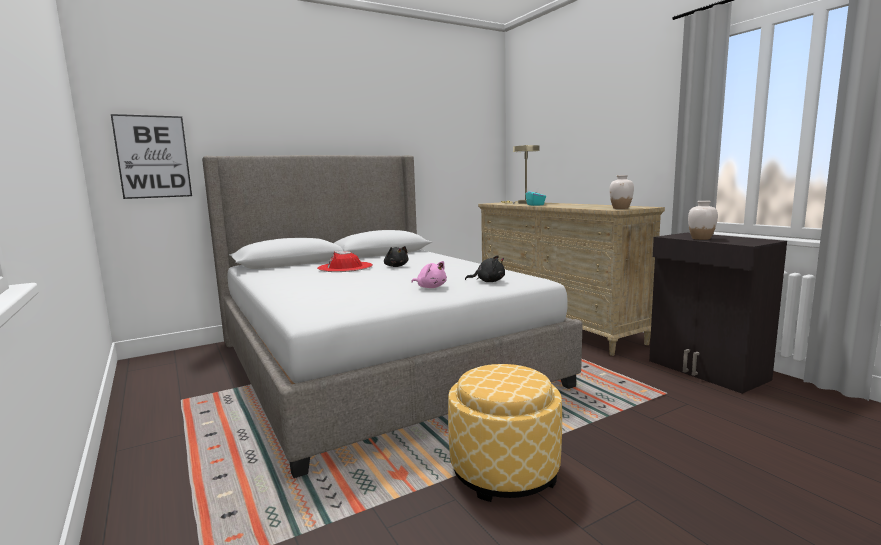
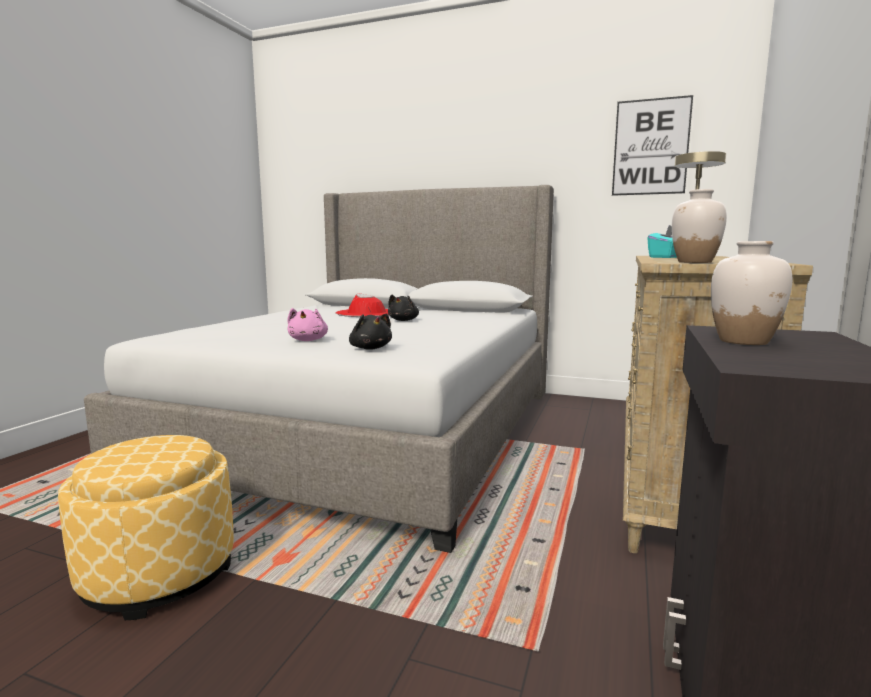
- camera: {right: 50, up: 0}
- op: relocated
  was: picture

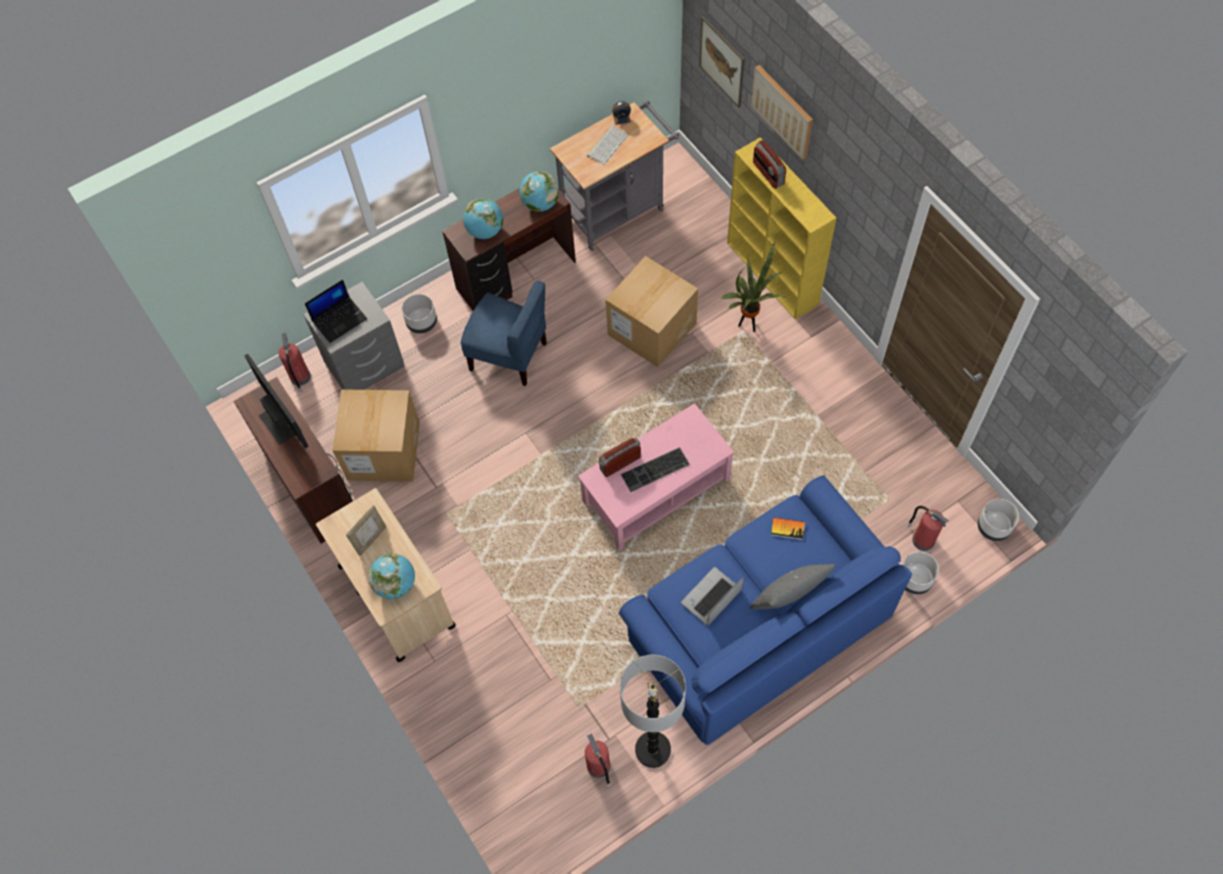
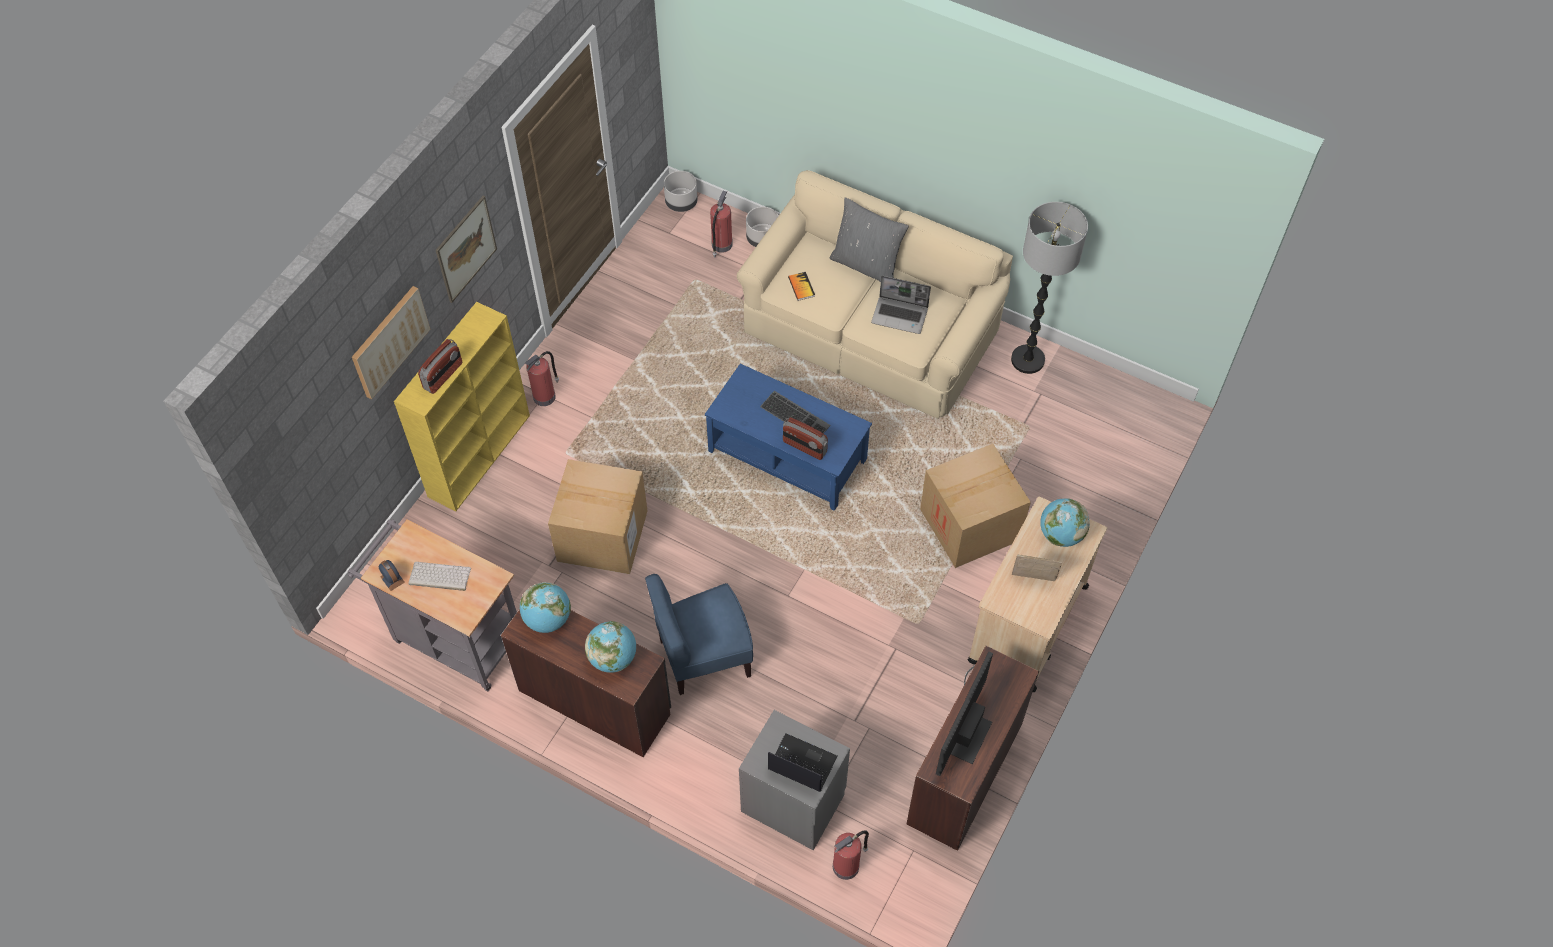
- camera: {right: -120, up: -5}
- op: relocated
  was: picture (no. 1 from left in the first image)
  now: picture (no. 2 from left)
- op: relocated
  was: fire extinguisher (no. 2 from left in the first image)
  now: fire extinguisher (no. 1 from left)
- op: spun
  was: chair in blue
  clockwise: -105
- op: colour
  was: coffee table in pink
  now: coffee table in blue
- op: colour
  was: sofa in blue
  now: sofa in beige
- op: relocated
  was: cardboard box (no. 1 from left in the first image)
  now: cardboard box (no. 2 from left)
- op: missing
  was: planter in grey (no. 1 from left)
- op: missing
  was: potted plant

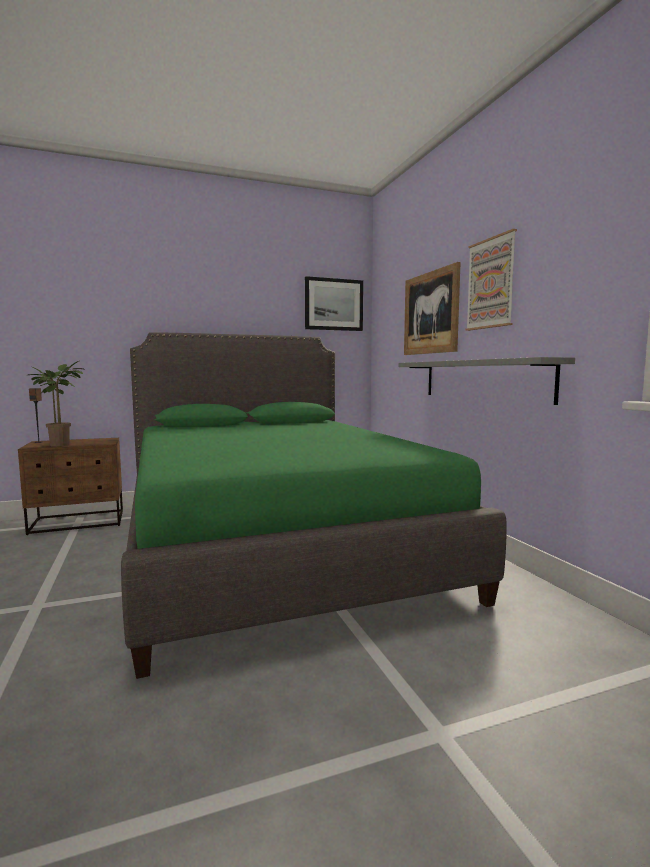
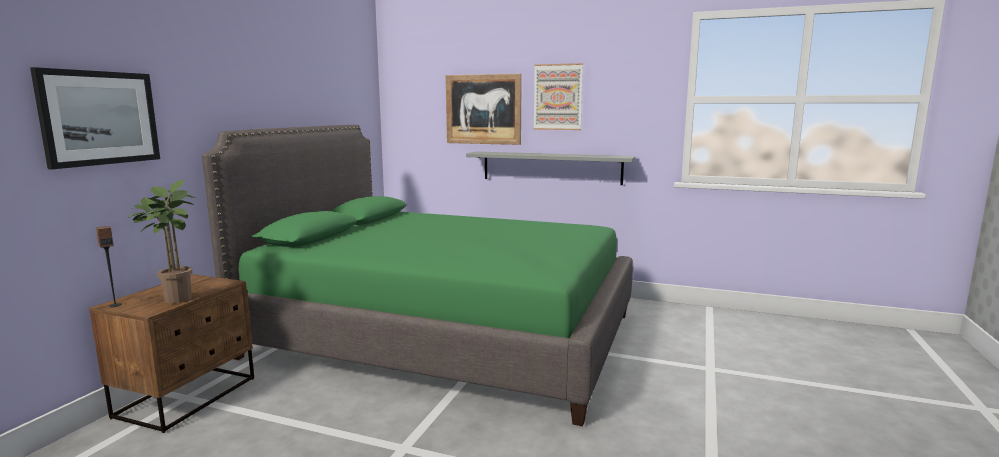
- camera: {right: -50, up: 5}
- op: relocated
  was: picture (no. 1 from left)

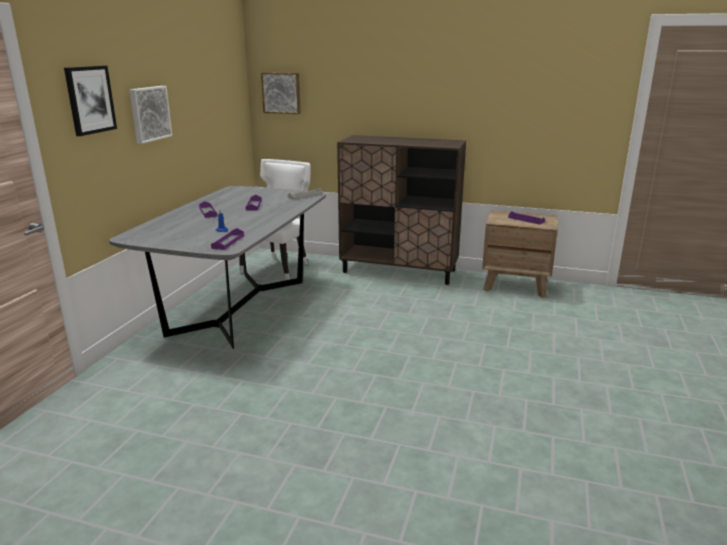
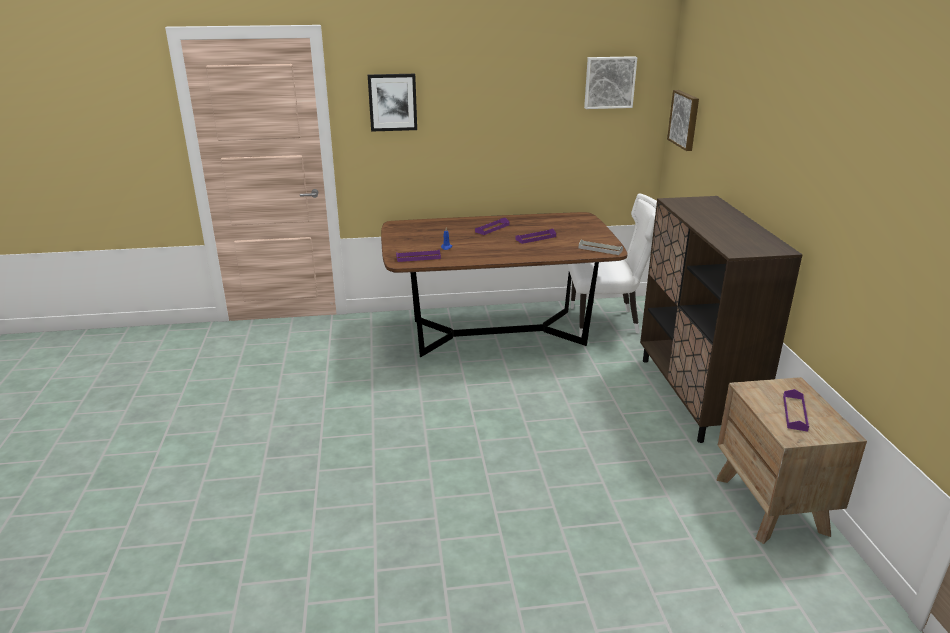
- camera: {right: 65, up: 5}
- op: colour
  was: dining table in grey
  now: dining table in brown
- op: relocated
  was: picture (no. 2 from left)

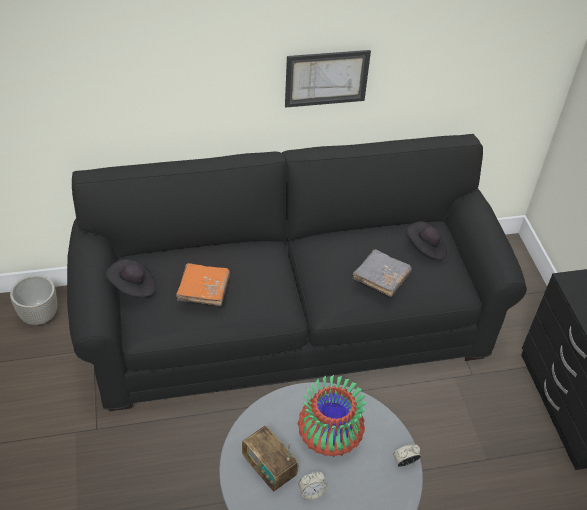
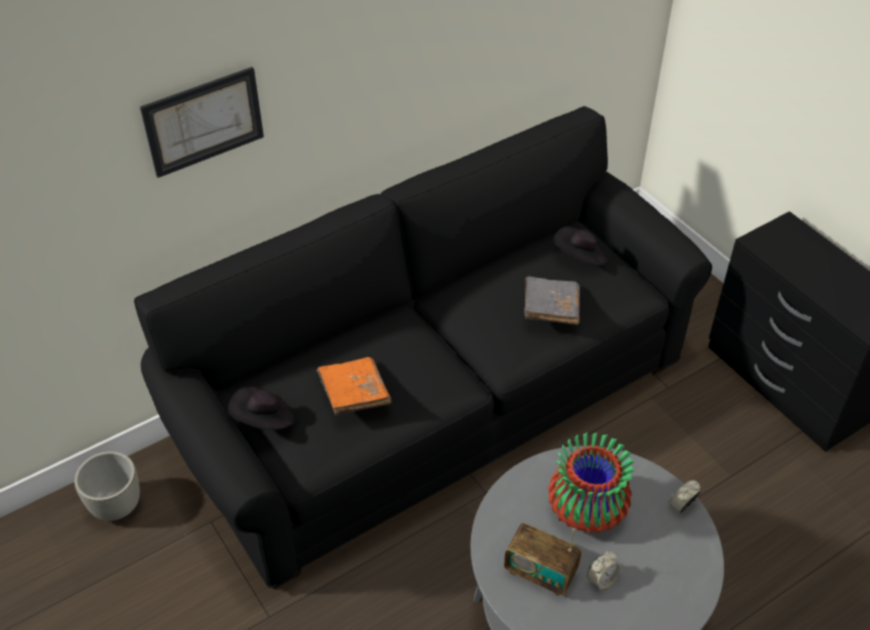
- camera: {right: -20, up: 0}
- op: relocated
  was: picture

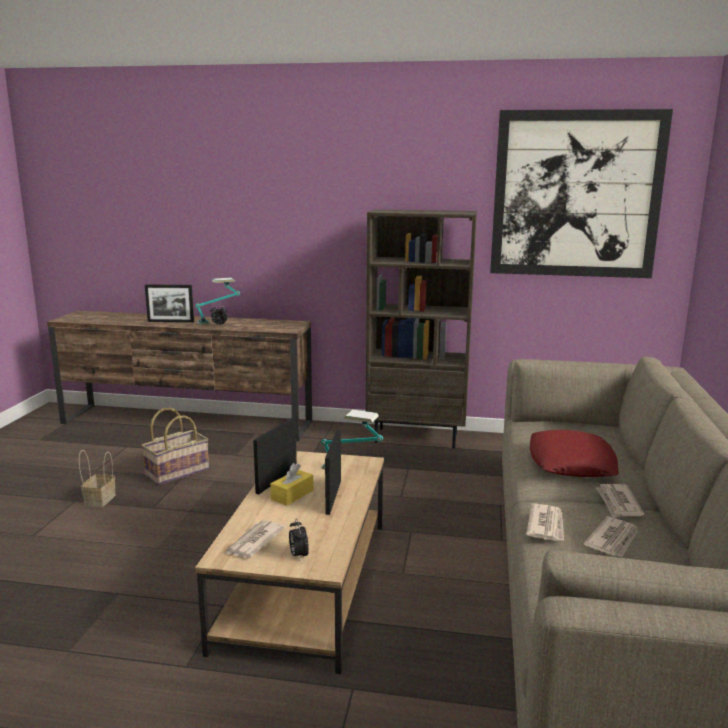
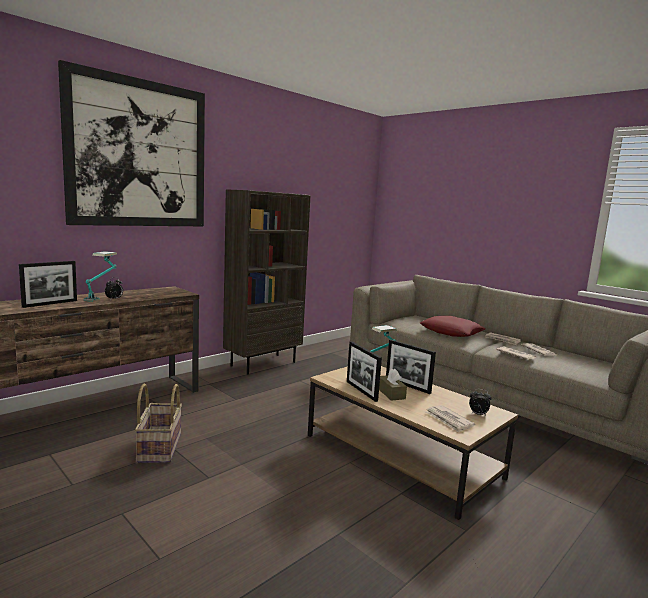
- camera: {right: -55, up: -5}
- op: relocated
  was: picture
- op: colour
  was: tissue box in yellow
  now: tissue box in brown
- op: missing
  was: basket (no. 1 from left)

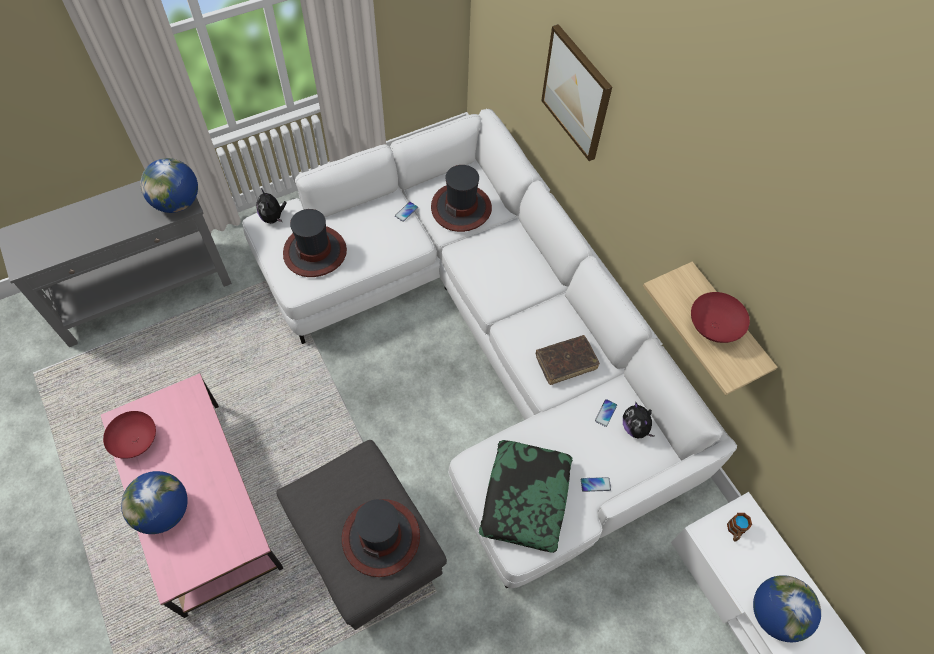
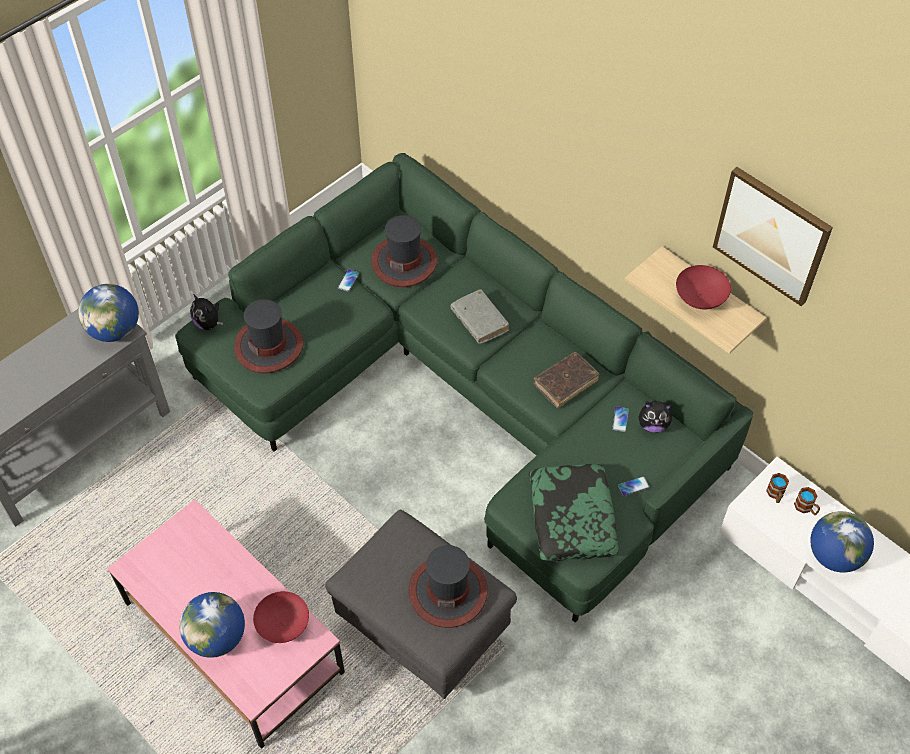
- camera: {right: -15, up: -5}
- op: colour
  was: sofa in white
  now: sofa in green
- op: relocated
  was: bowl in red (no. 1 from left)
- op: appeared
  now: book in grey
- op: spun
  was: plush toy (no. 2 from left)
  clockwise: -45
- op: relocated
  was: picture
- op: appeared
  now: mug (no. 2 from left)

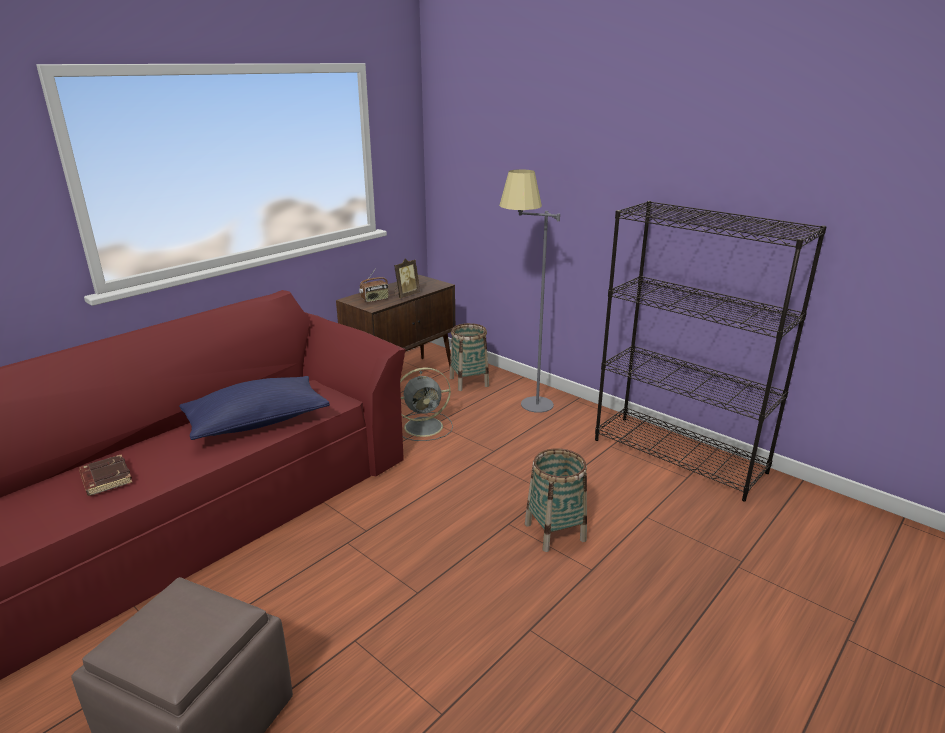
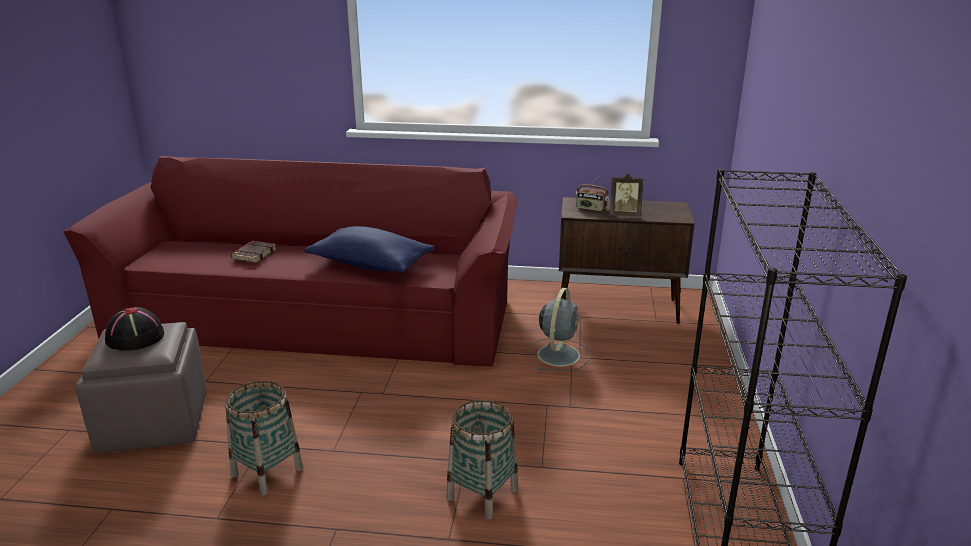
- camera: {right: 55, up: 0}
- op: appeared
  now: hat in black
- op: relocated
  was: basket (no. 1 from left)
- op: spun
  was: fan in grey
  clockwise: -105
- op: missing
  was: floor lamp in grey

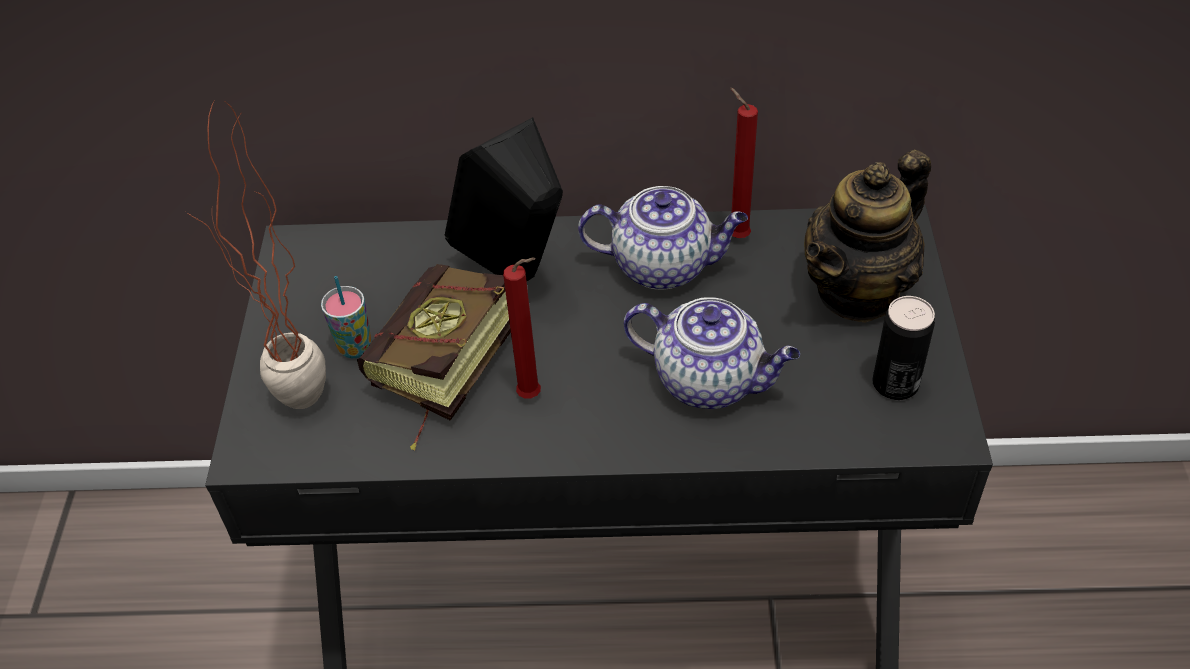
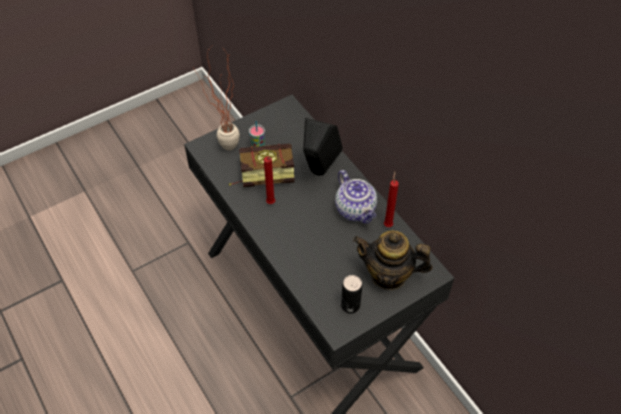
- camera: {right: 55, up: 5}
- op: missing
  was: teapot (no. 2 from left)

